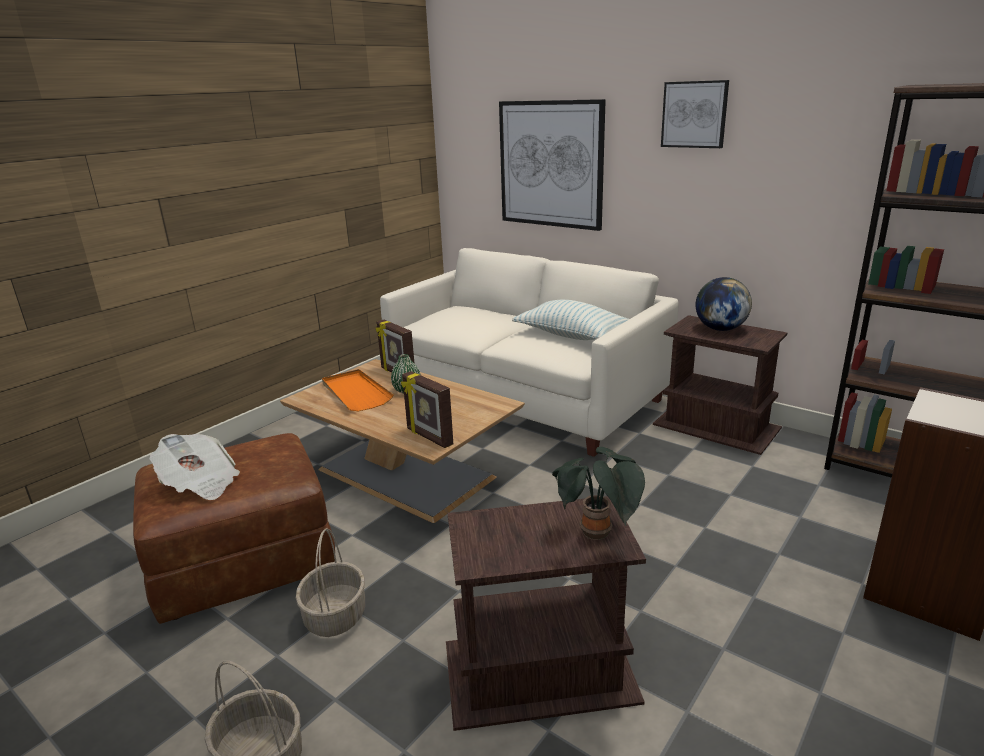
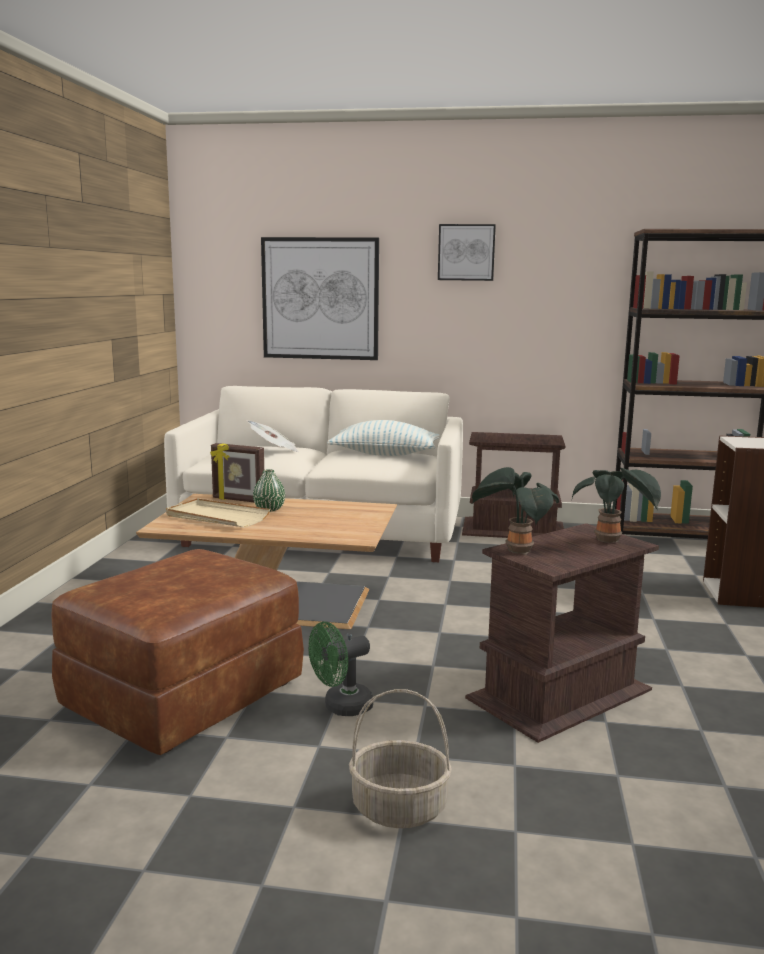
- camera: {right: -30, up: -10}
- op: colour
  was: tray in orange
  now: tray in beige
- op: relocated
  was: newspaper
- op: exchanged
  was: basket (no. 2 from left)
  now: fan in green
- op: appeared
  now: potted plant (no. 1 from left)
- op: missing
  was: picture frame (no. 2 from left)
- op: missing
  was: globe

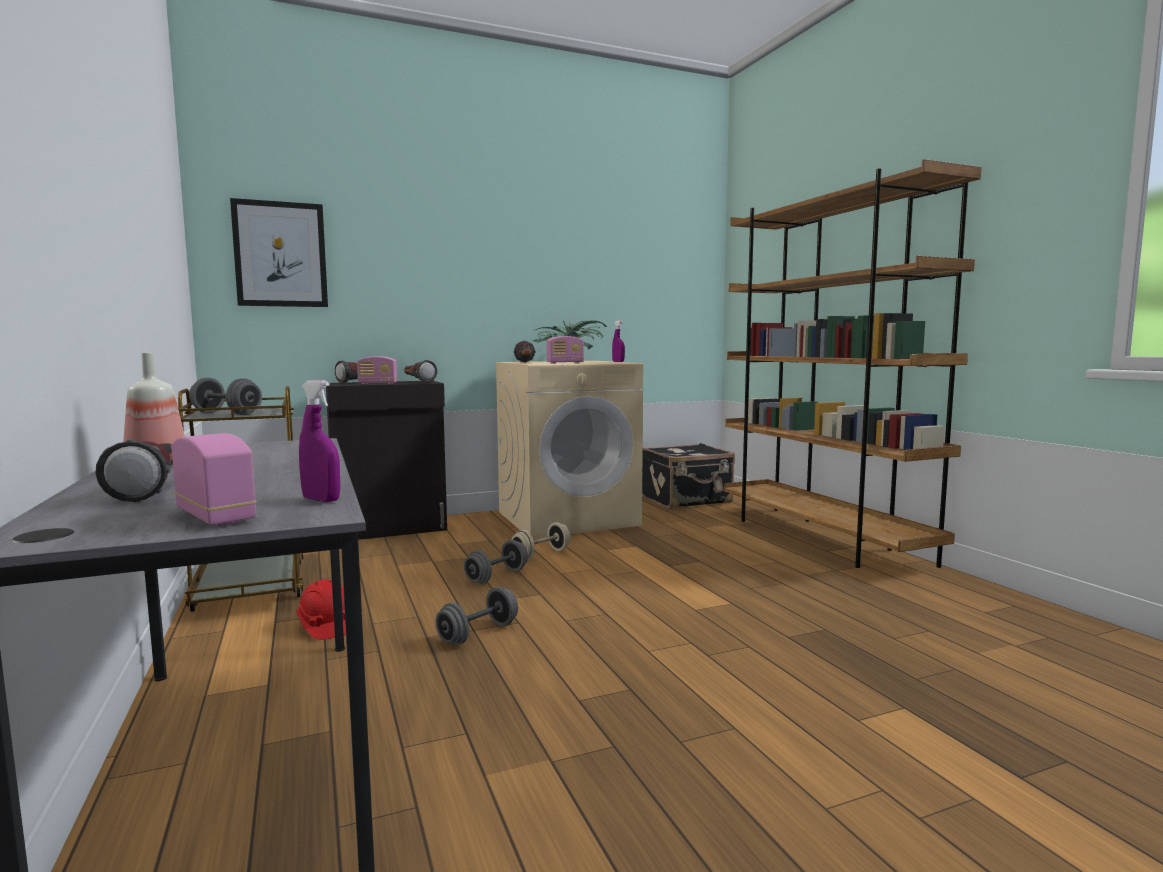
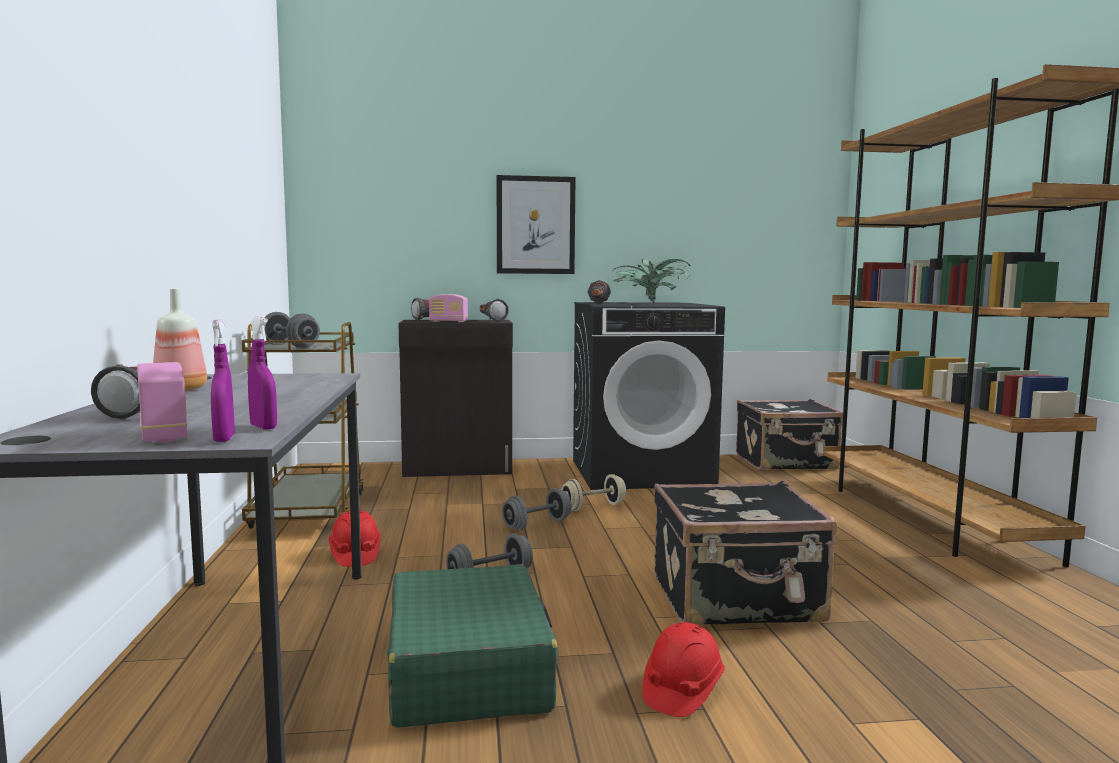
- camera: {right: 15, up: 0}
- op: relocated
  was: spray bottle in purple (no. 2 from left in the first image)
  now: spray bottle in purple (no. 1 from left)
- op: appeared
  now: suitcase in green
- op: relocated
  was: picture
- op: colour
  was: washing machine in beige
  now: washing machine in black
- op: appeared
  now: hard hat in red (no. 2 from left)
- op: appeared
  now: suitcase in black (no. 1 from left)
- op: missing
  was: radio (no. 3 from left)

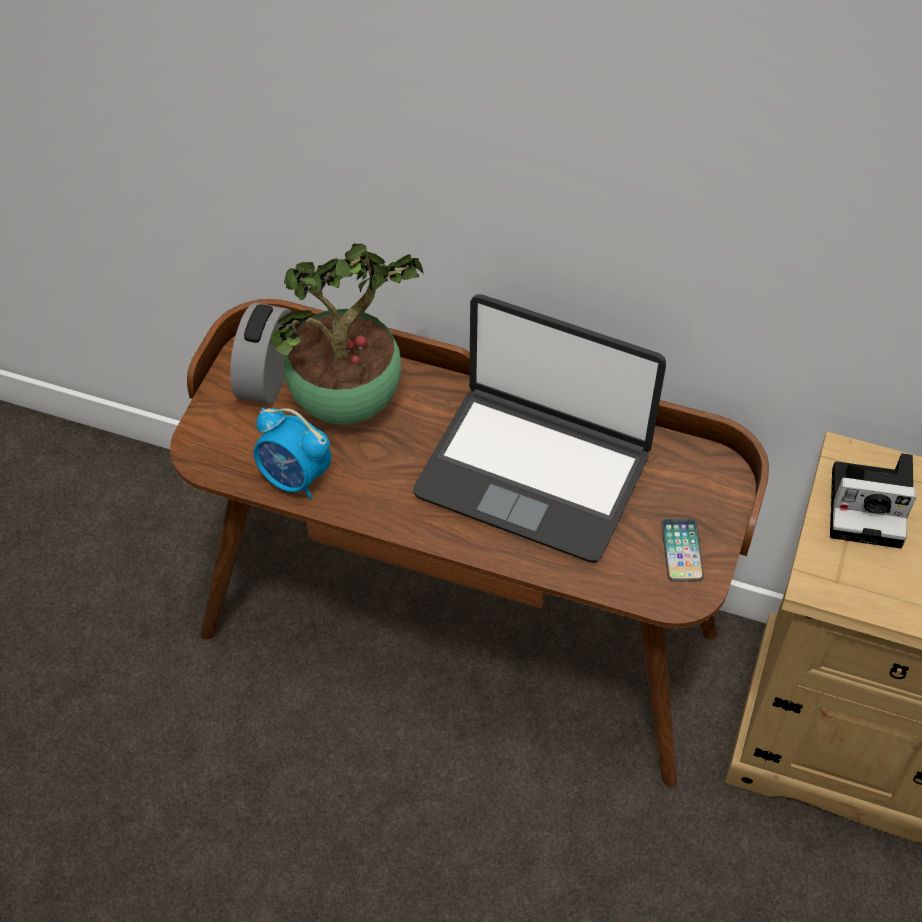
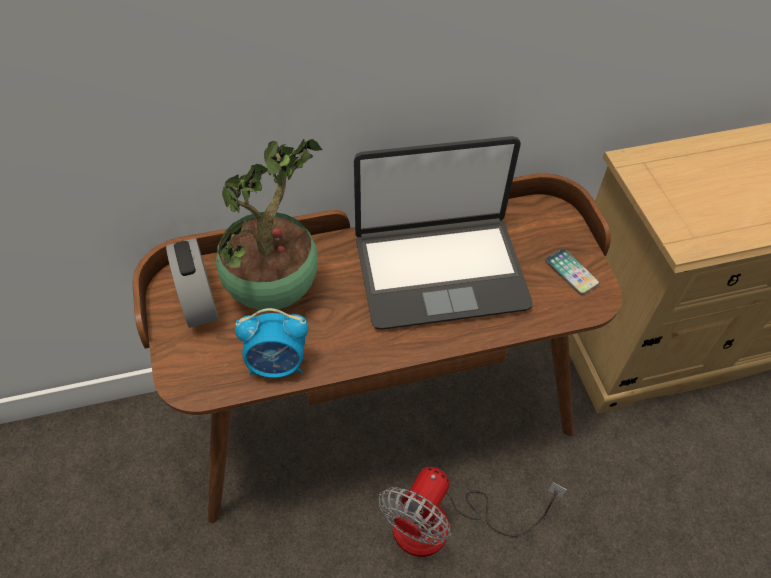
- camera: {right: -35, up: 0}
- op: appeared
  now: fan
- op: missing
  was: photo camera

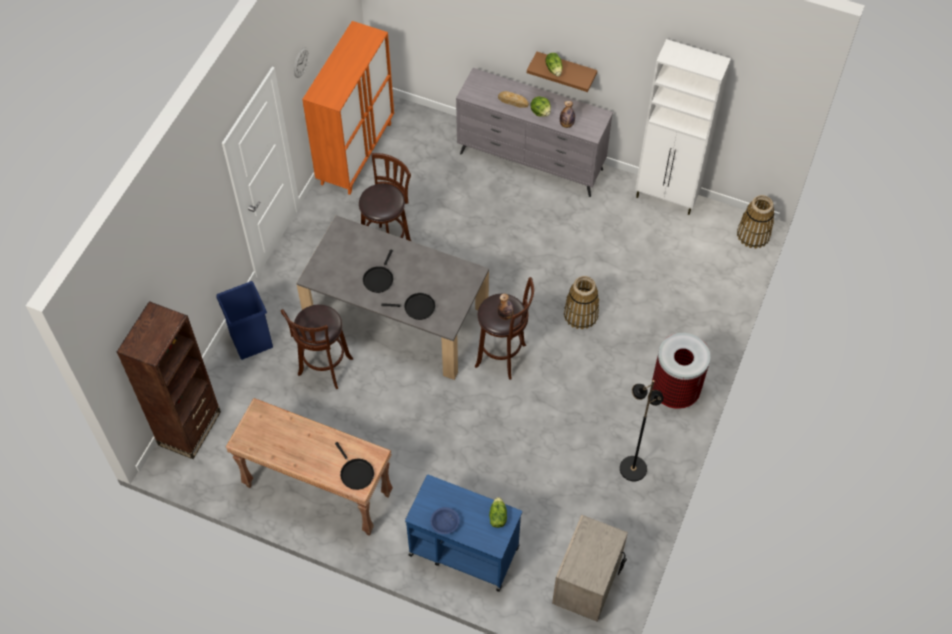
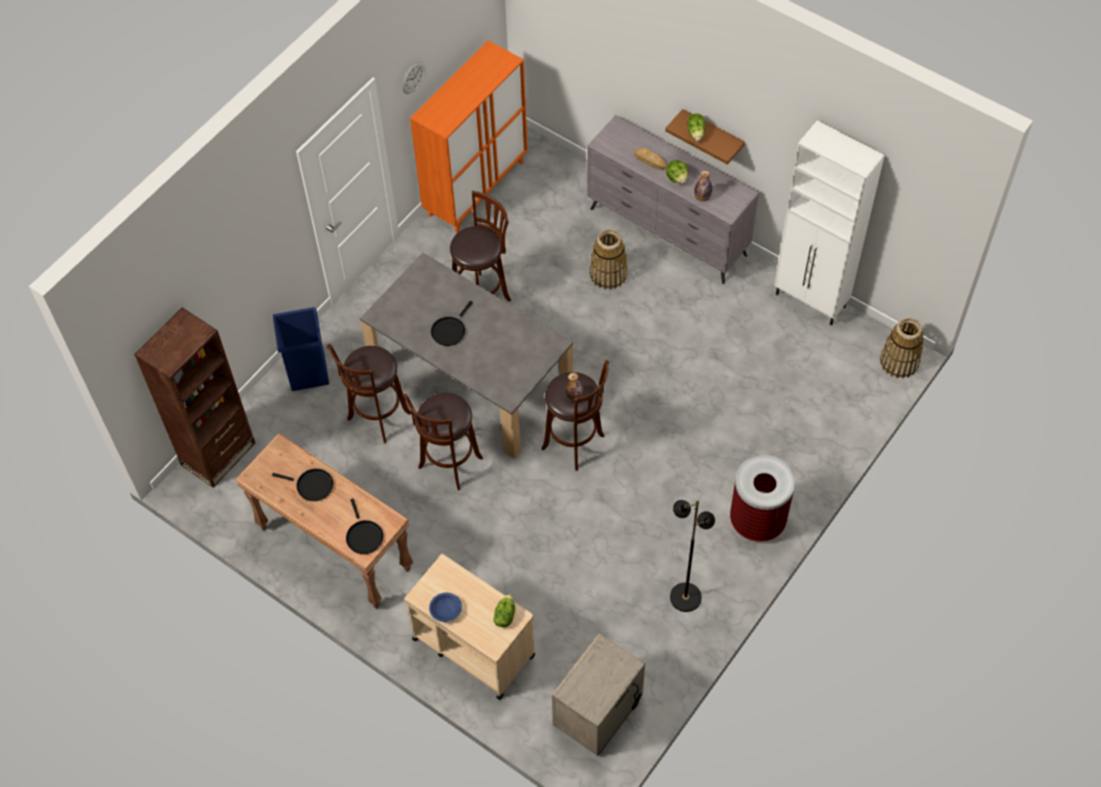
- camera: {right: 15, up: 0}
- op: relocated
  was: frying pan in black (no. 3 from left in the first image)
  now: frying pan in black (no. 1 from left)
- op: appeared
  now: stool in brown (no. 2 from left)
- op: colour
  was: cart in blue
  now: cart in beige
- op: relocated
  was: basket (no. 1 from left)

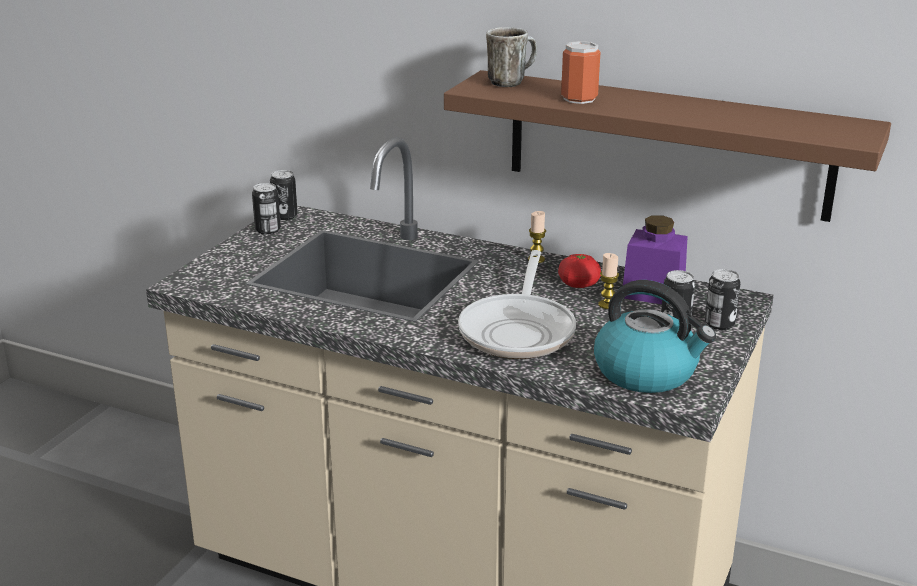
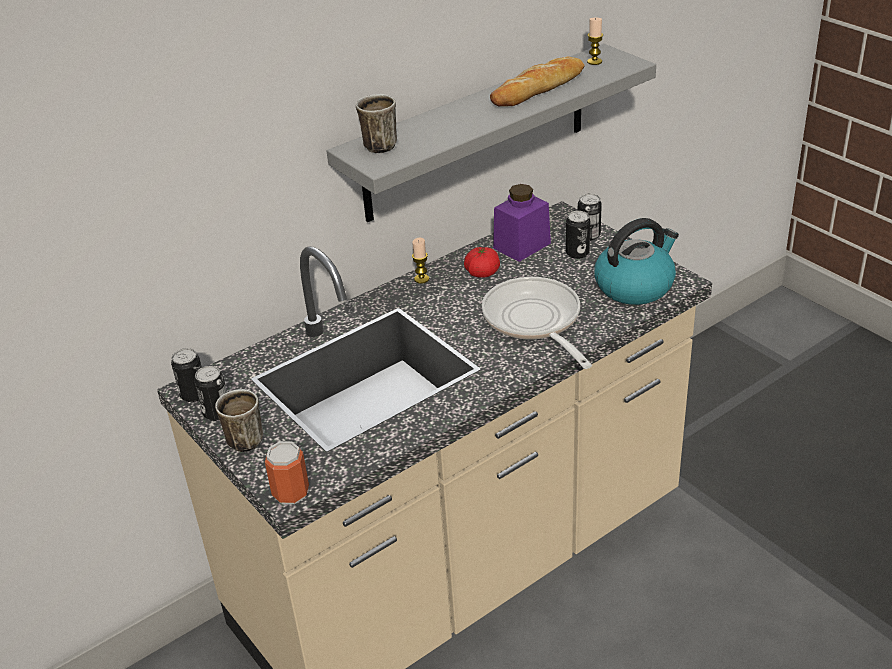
- camera: {right: -60, up: 10}
- op: appeared
  now: mug (no. 1 from left)
- op: relocated
  was: can (no. 3 from left)
- op: colour
  was: shelf in brown
  now: shelf in grey
- op: spun
  was: frying pan
  clockwise: -150
- op: appeared
  now: bread
- op: relocated
  was: candle (no. 2 from left)

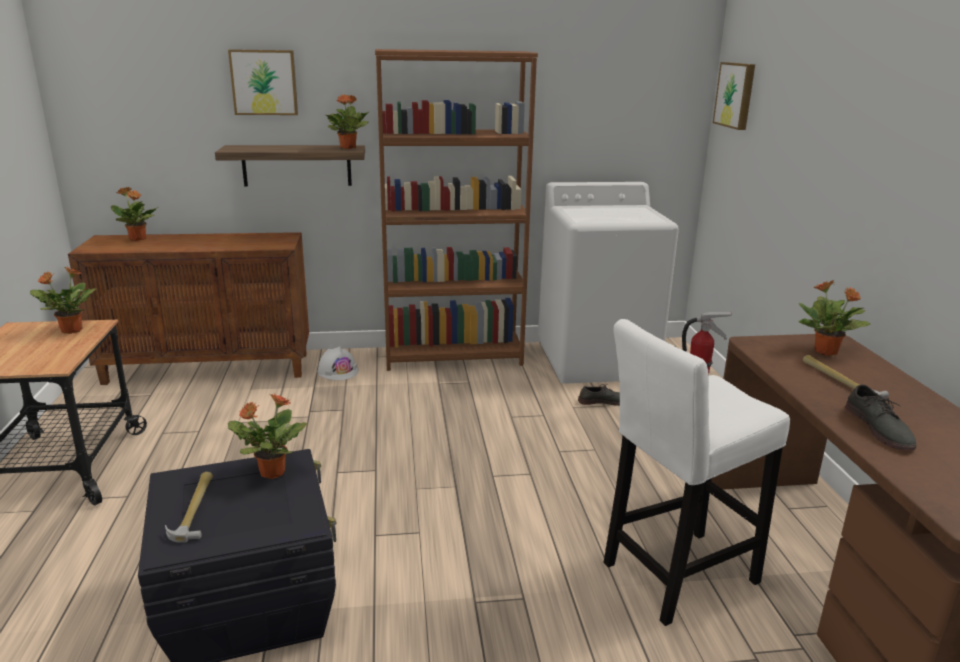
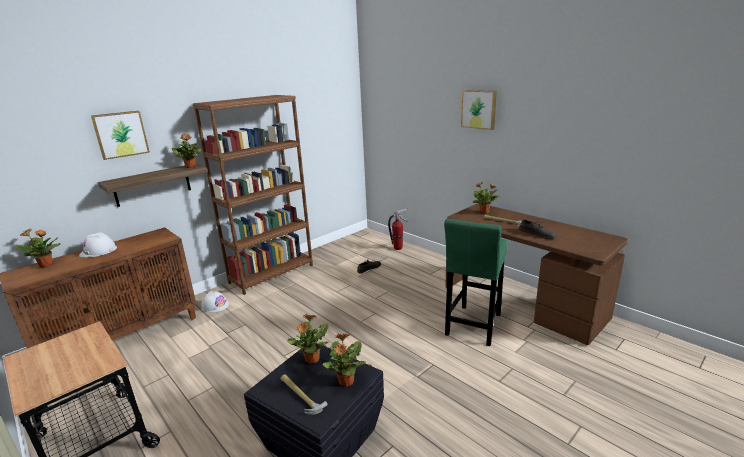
- camera: {right: -35, up: 0}
- op: appeared
  now: hard hat in white (no. 1 from left)
- op: relocated
  was: potted plant (no. 1 from left in the first image)
  now: potted plant (no. 4 from left)
- op: colour
  was: stool in white
  now: stool in green
- op: relocated
  was: picture (no. 2 from left)
- op: missing
  was: washing machine in white

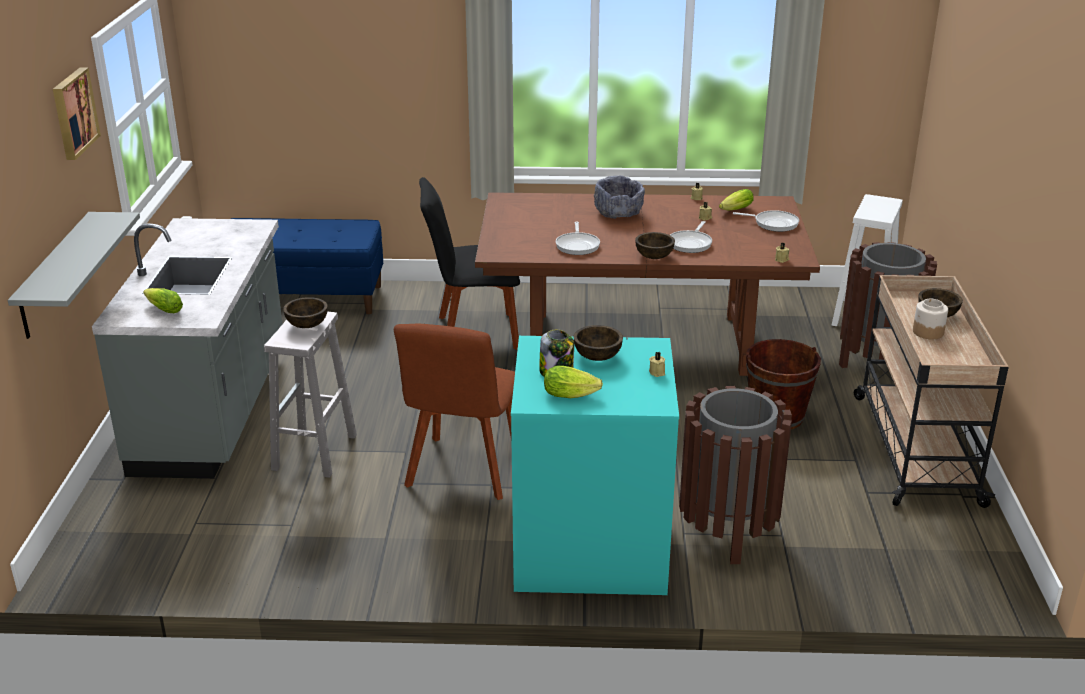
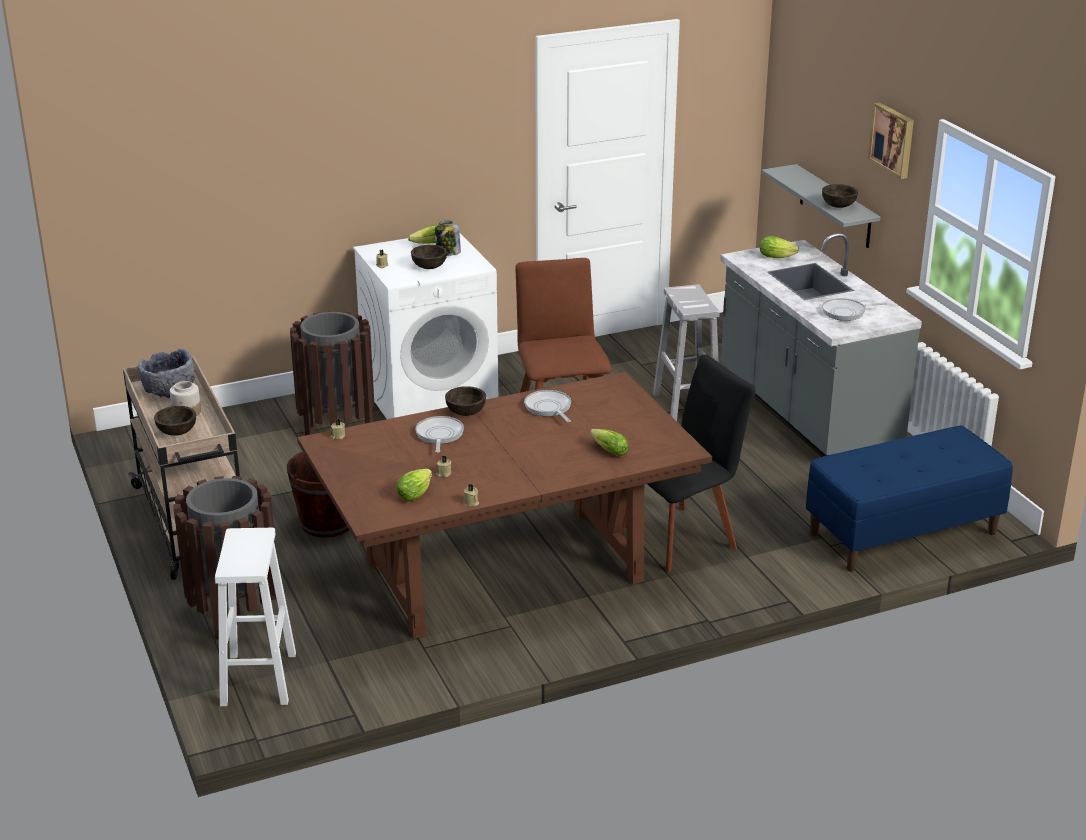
- camera: {right: 155, up: 0}
- op: relocated
  was: bowl in grey
- op: colour
  was: washing machine in turquoise
  now: washing machine in white
- op: appeared
  now: lettuce (no. 3 from left)
- op: relocated
  was: bowl in brown (no. 1 from left in the first image)
  now: bowl in brown (no. 4 from left)
- op: relocated
  was: frying pan (no. 3 from left)

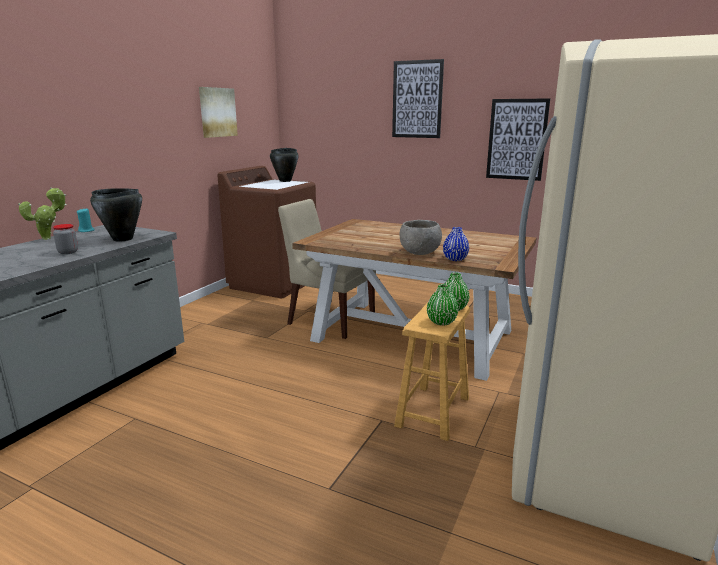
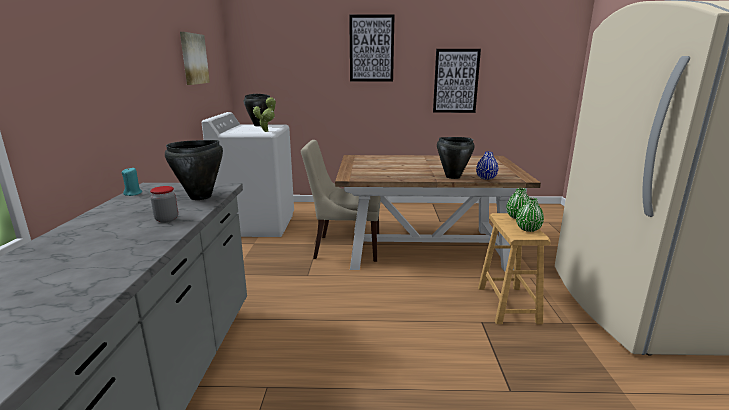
- camera: {right: -25, up: 0}
- op: colour
  was: washing machine in brown
  now: washing machine in white
- op: relocated
  was: potted plant
- op: exchanged
  was: bowl in grey
  now: cooking pot in black (no. 3 from left)

